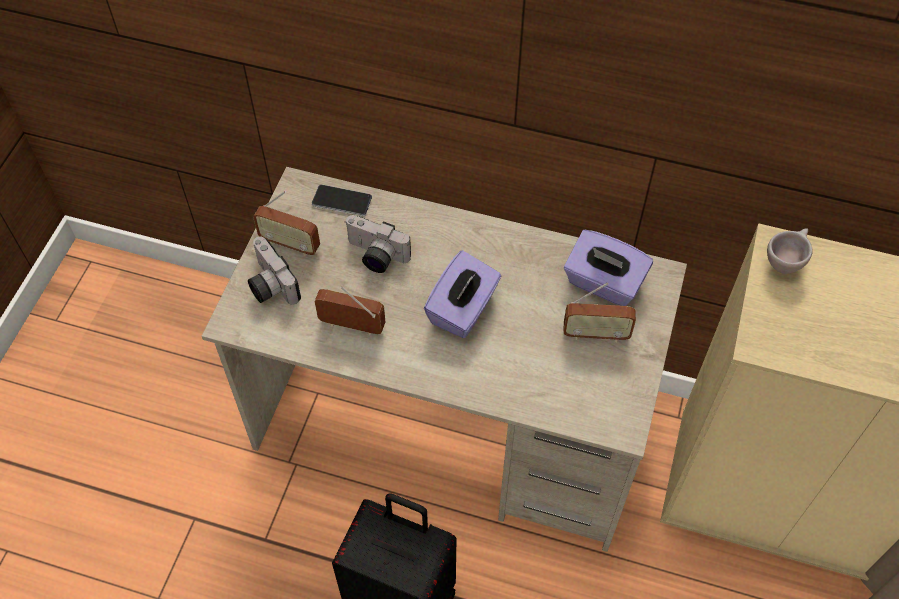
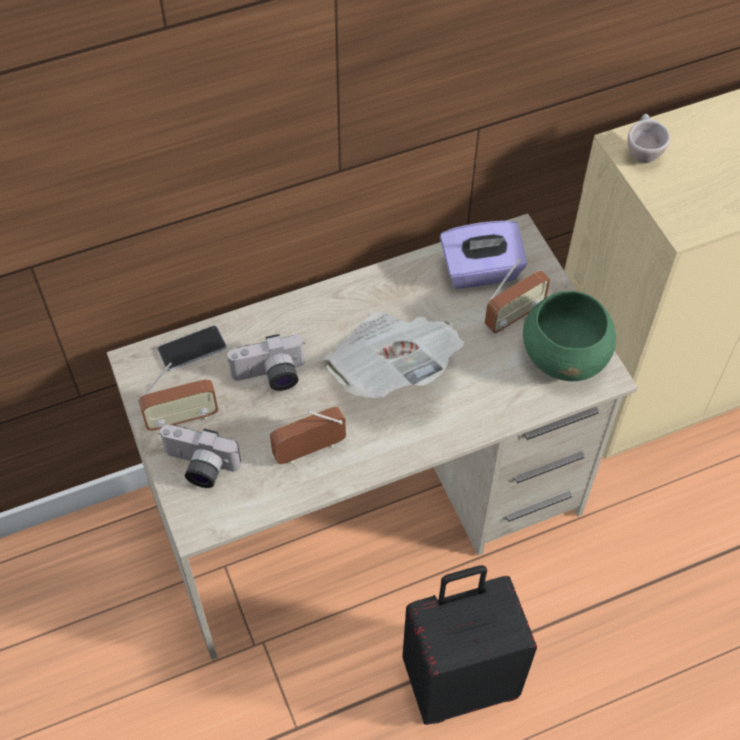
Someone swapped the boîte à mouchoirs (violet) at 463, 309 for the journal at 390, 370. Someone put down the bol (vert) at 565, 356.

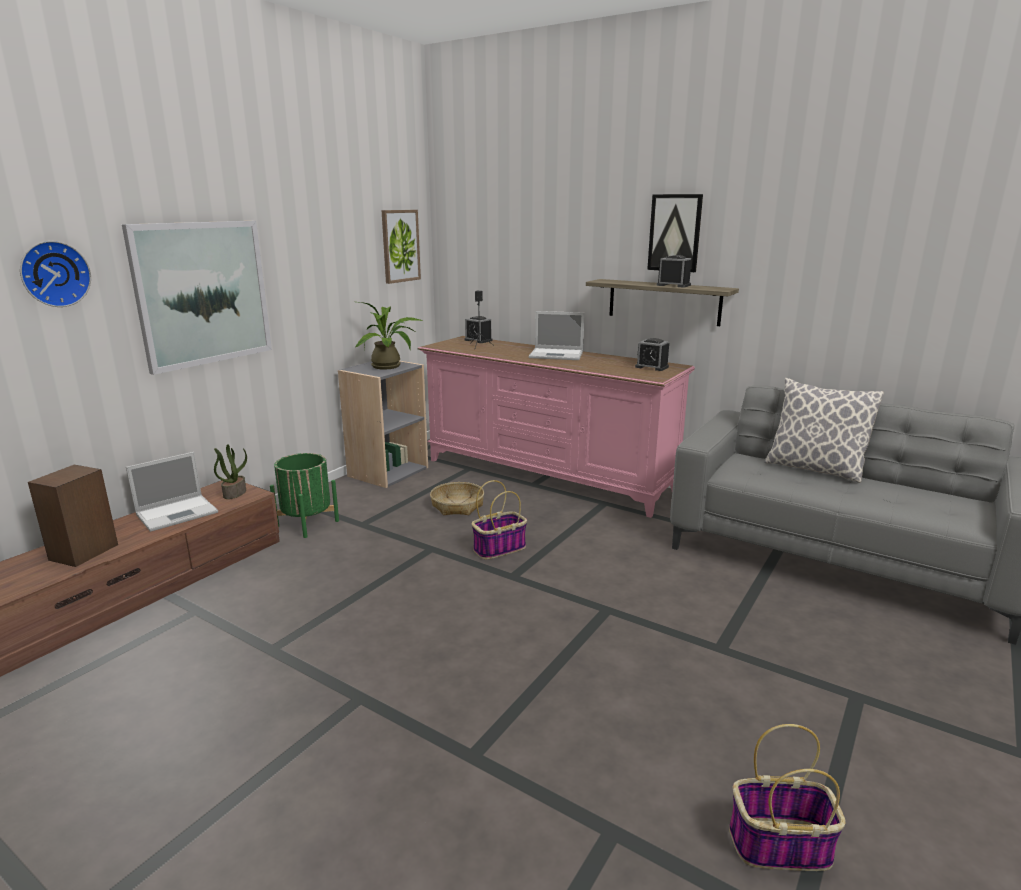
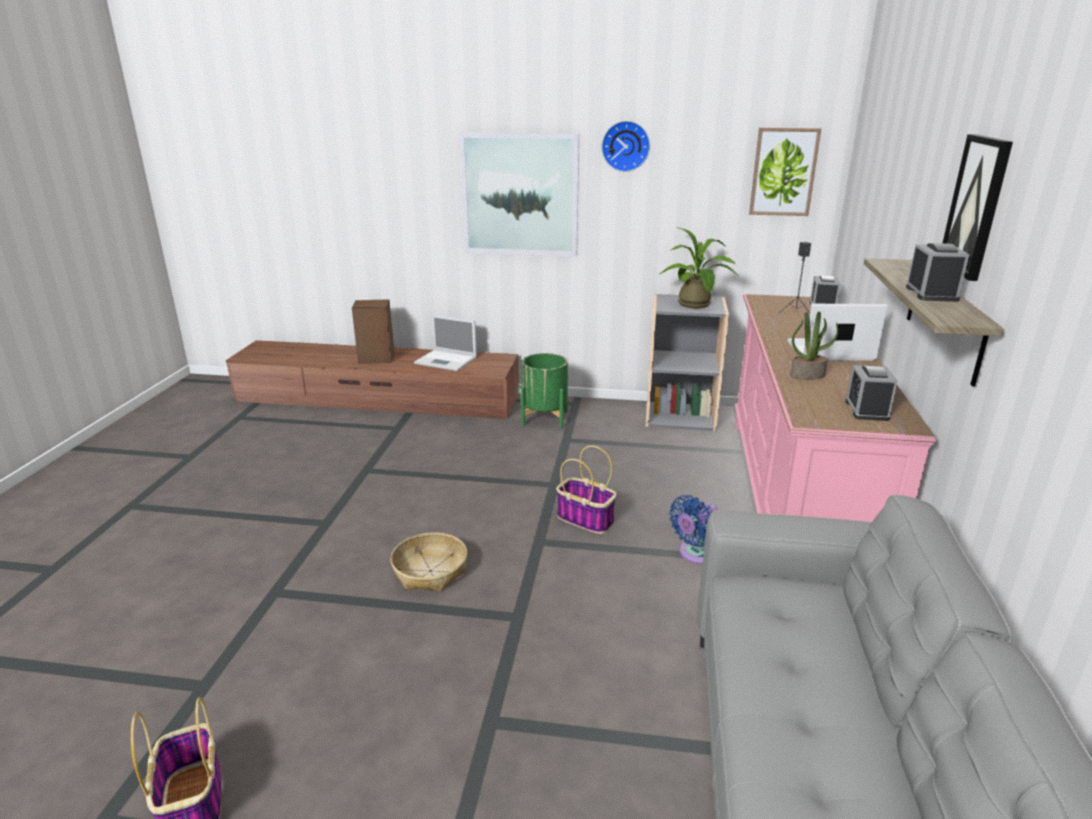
Someone carried the horloge murale from 54, 274 to 625, 146. Someone rotated the ordinateur portable at 557, 355 by 105 degrees clockwise. Someone took away the coussin at 814, 469. Someone carried the plante en pot from 234, 493 to 807, 375. Someone carried the panier from 457, 506 to 430, 571. Someone put down the ventilateur (bleu) at 695, 554.

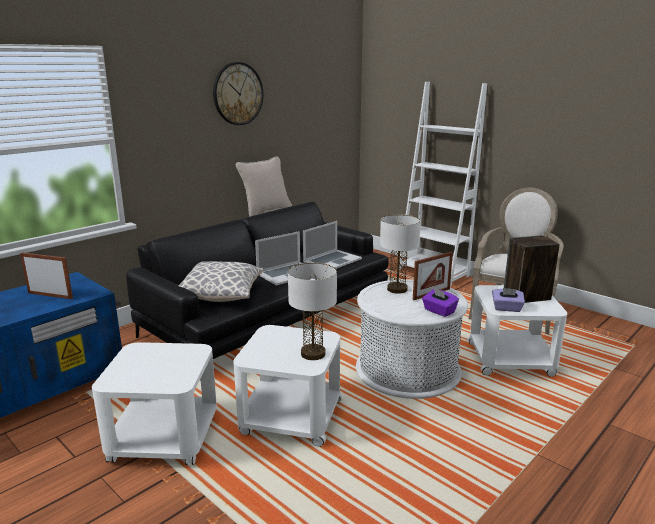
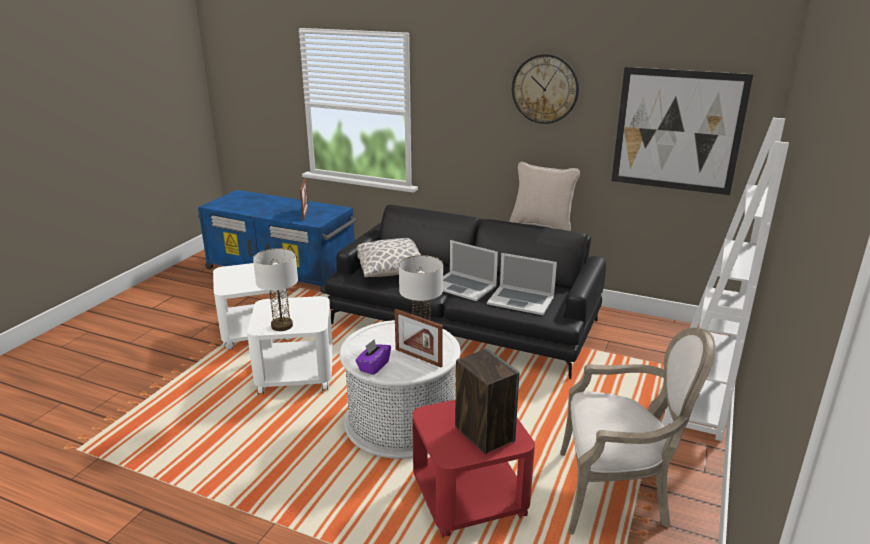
Someone repainted the table d'appoint (blanc) at 511, 359, which became the table d'appoint (rouge) at 469, 497. Someone took away the boîte à mouchoirs (violet) at 507, 308. Someone put up the tableau at 677, 131.

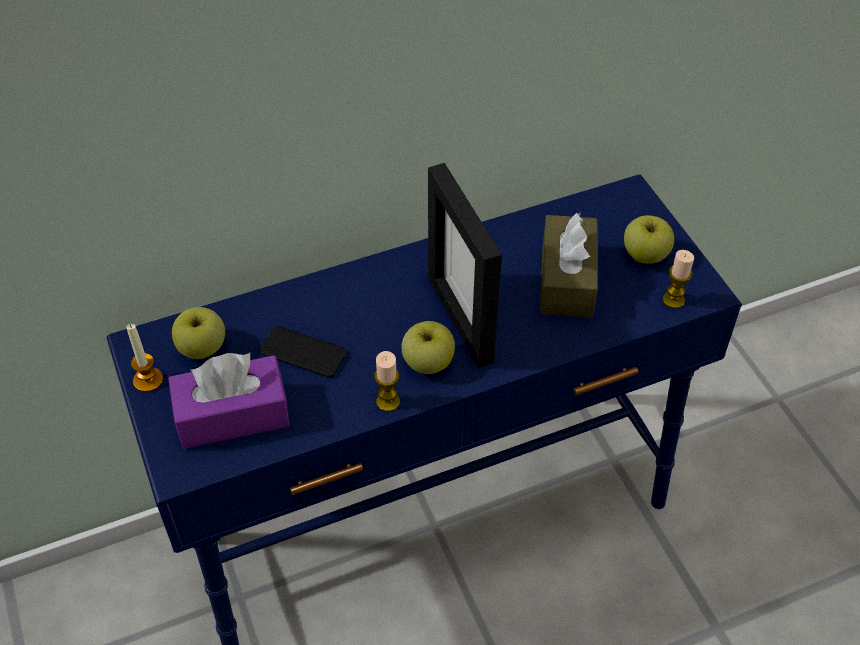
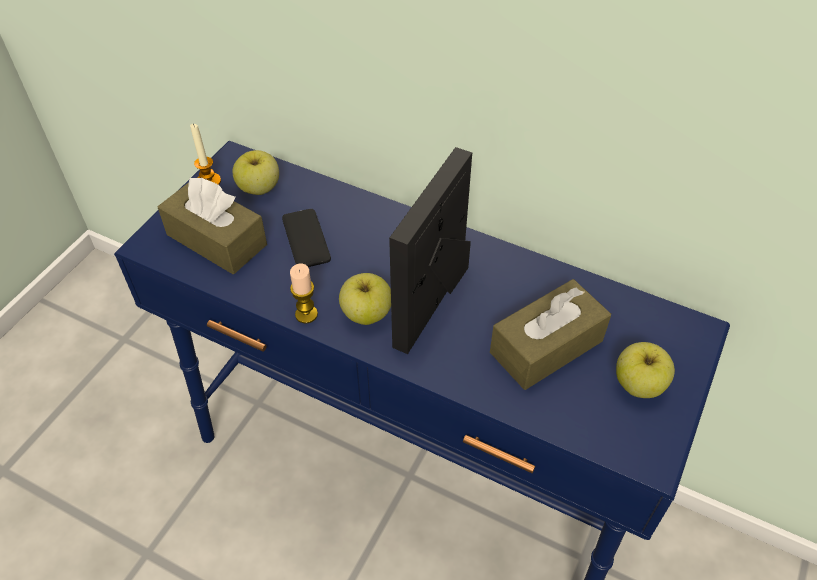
Someone took away the bougie at 673, 300. Someone repainted the boîte à mouchoirs (violet) at 232, 415, which became the boîte à mouchoirs (marron) at 216, 240.

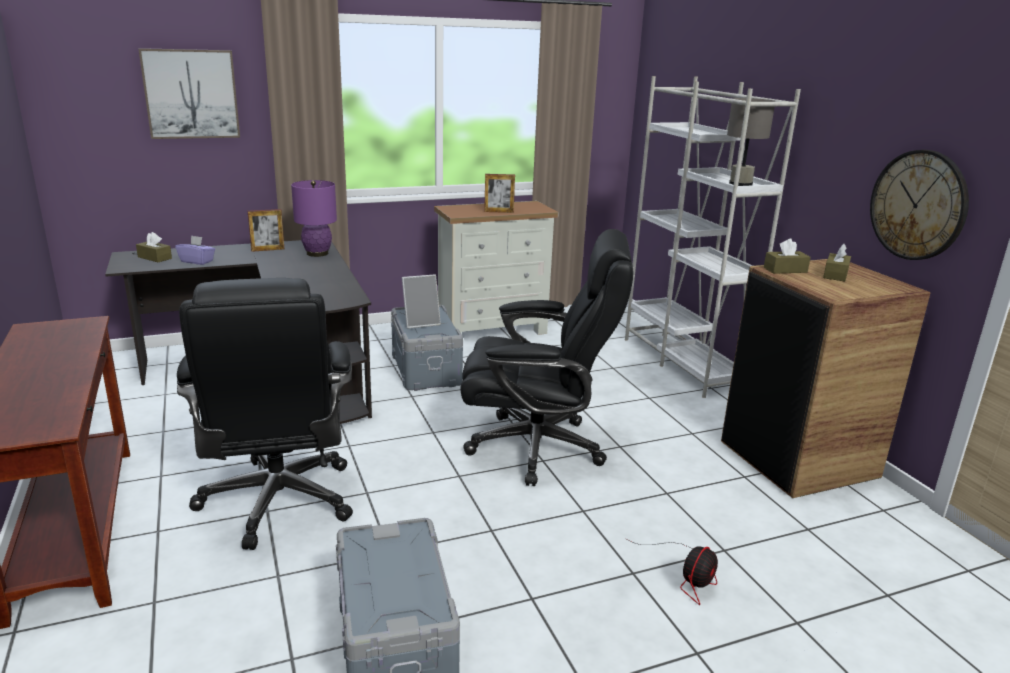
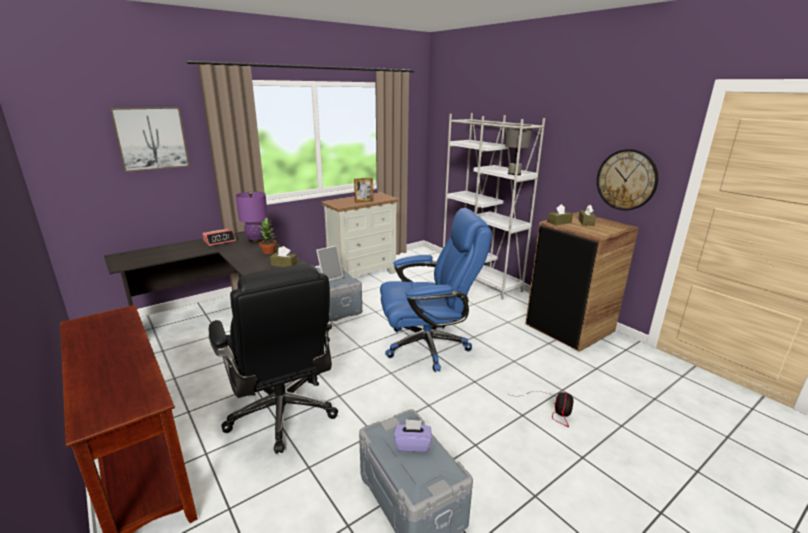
Someone swapped the cadre photo at 268, 249 for the réveil at 220, 241. Someone repainted the chaise de bureau (noir) at 536, 448, which became the chaise de bureau (bleu) at 427, 346. Someone carried the boîte à mouchoirs (marron) from 154, 258 to 284, 264. Someone carried the boîte à mouchoirs (violet) from 197, 261 to 412, 444. Someone put down the plante en pot at 269, 251.

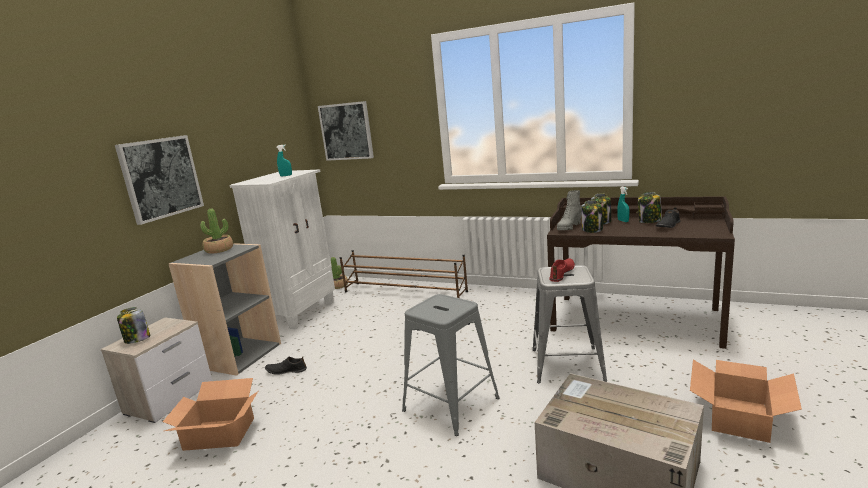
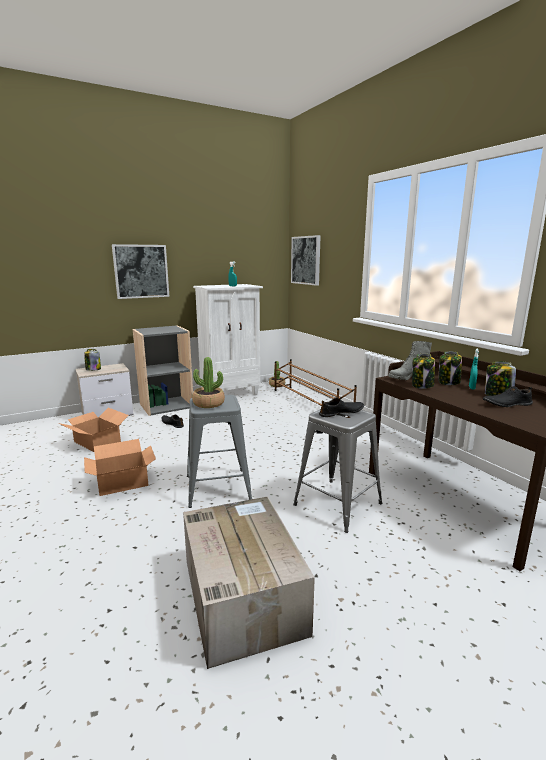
Someone carried the plante en pot from 219, 250 to 208, 403. Someone repainted the chaussure (rouge) at 562, 273, which became the chaussure (noir) at 341, 413. Someone carried the carton from 740, 417 to 123, 482.

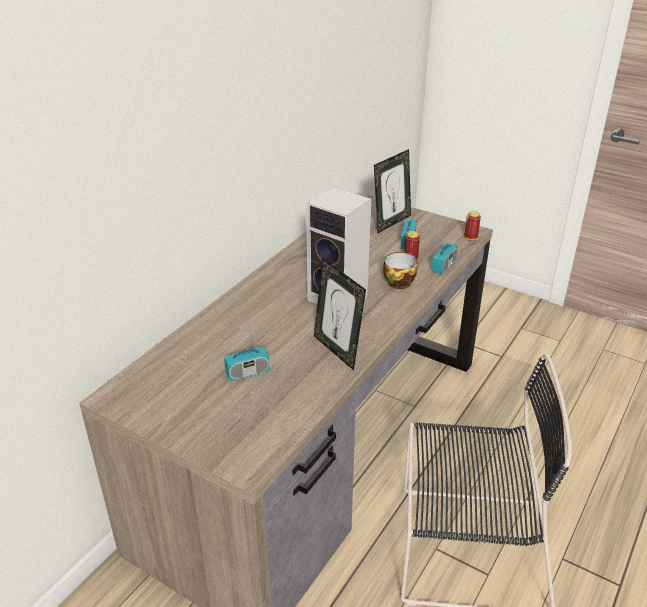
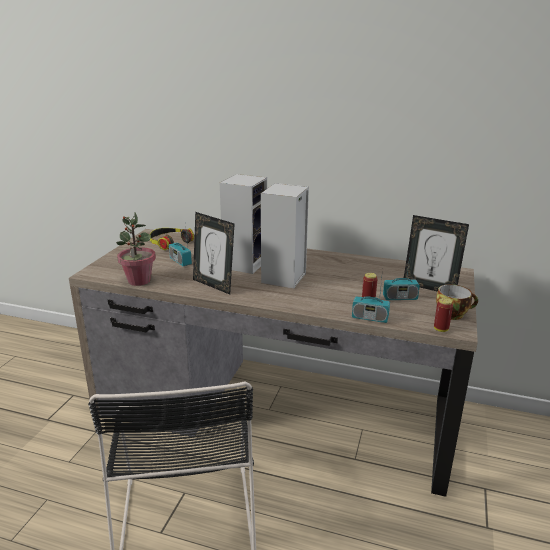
Someone carried the tasse from 398, 281 to 453, 314. Someone rotated the cadre photo at 337, 350 by 90 degrees counterclockwise. Someone put down the enceinte at 245, 263. Someone put down the plante en pot at 139, 281. Someone put down the casque audio at 169, 242.

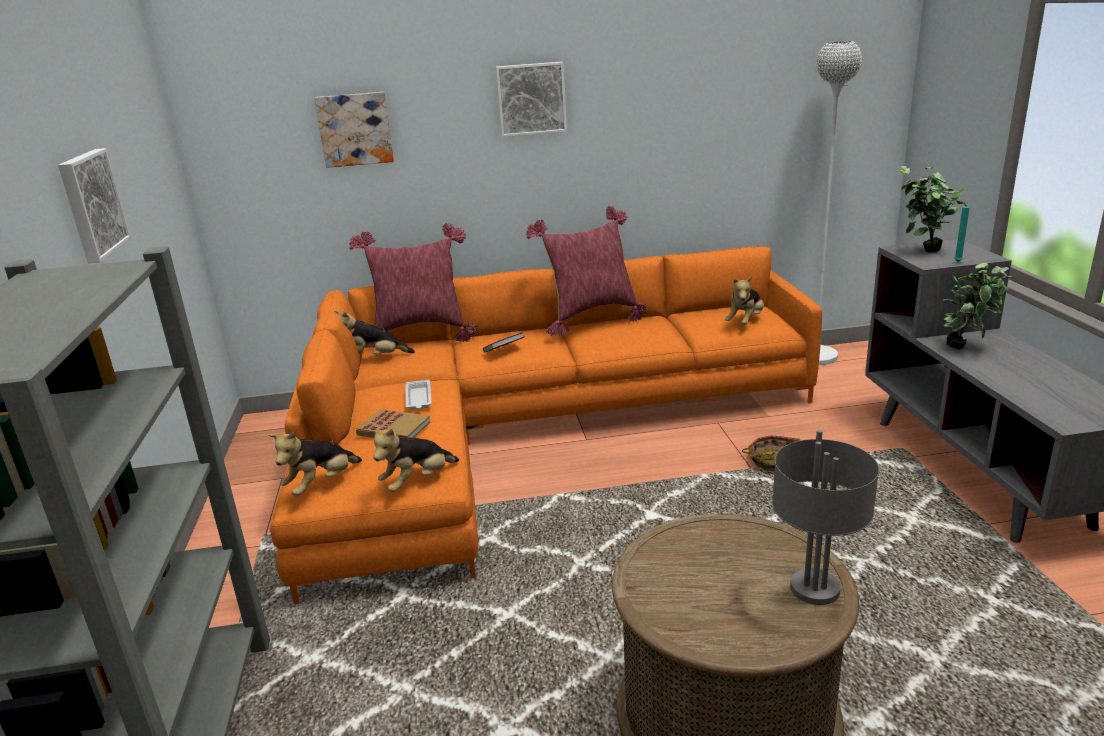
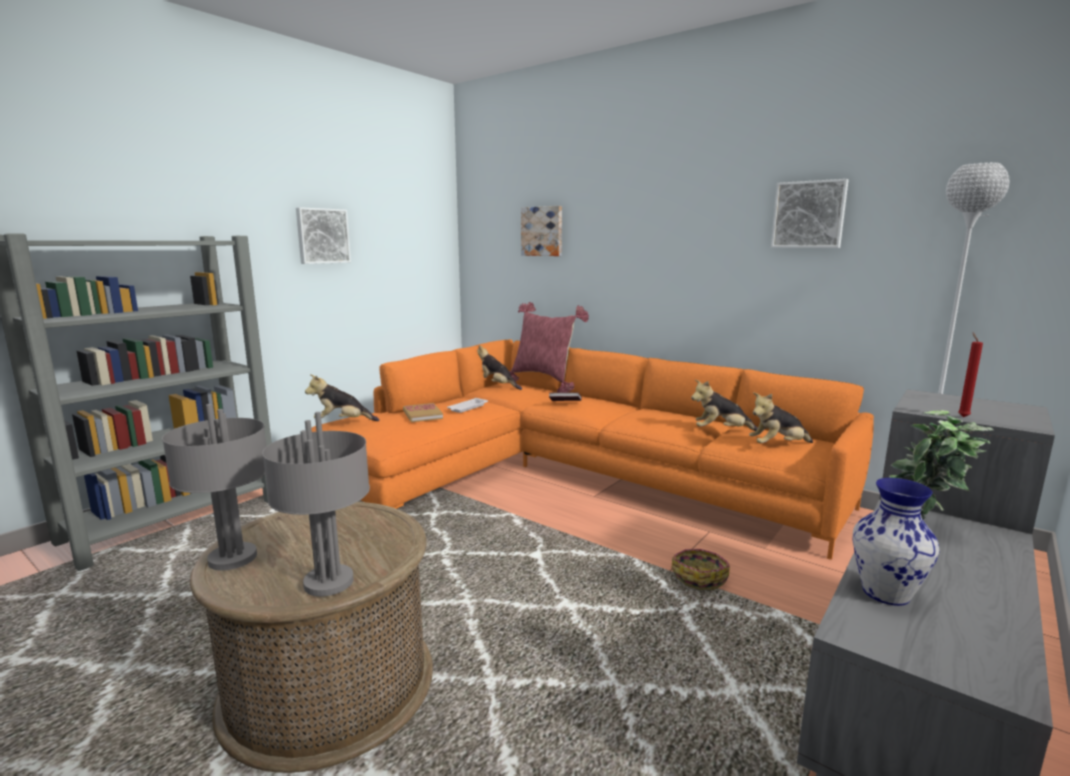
Someone carried the tableau from 531, 99 to 809, 215. Someone took away the plante en pot at 923, 252. Someone repainted the bougie (turquoise) at 956, 261, which became the bougie (rouge) at 962, 416. Someone took away the coussin (rouge) at 589, 324. Someone carried the peluche from 417, 482 to 721, 431. Someone put down the lampe de table (gris) at 231, 558. Someone put down the vase at 884, 593.

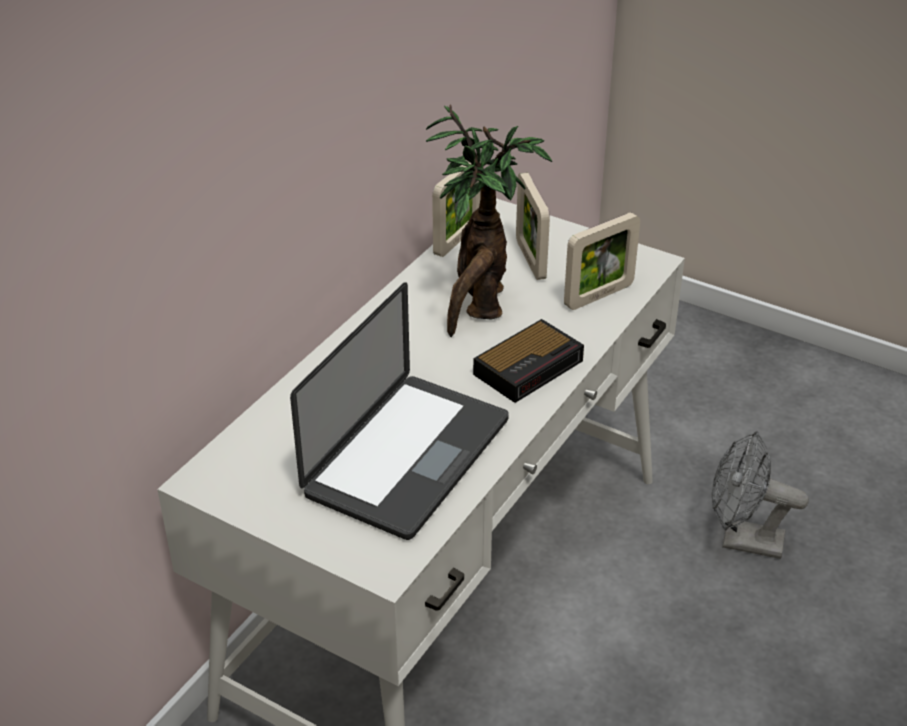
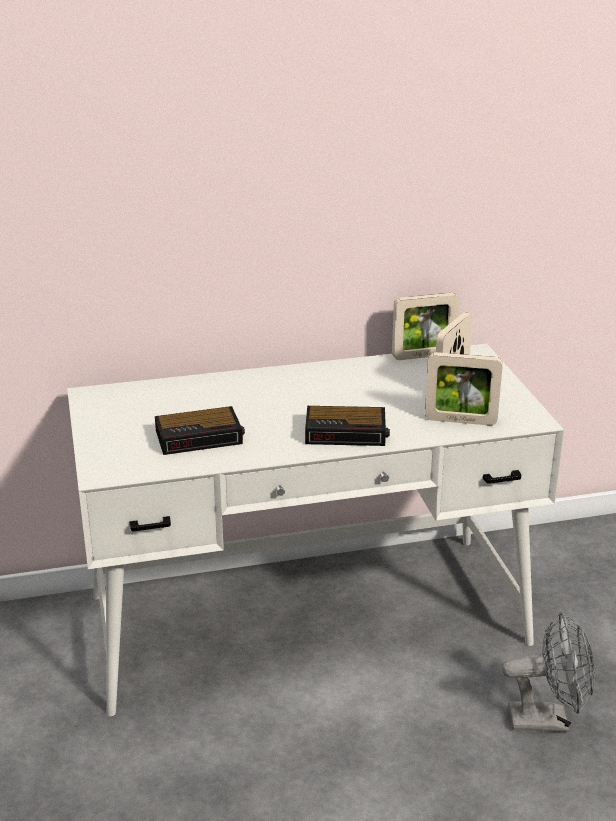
Someone took away the plante en pot at 479, 308. Someone swapped the ordinateur portable at 408, 457 for the réveil at 201, 437. Someone rotated the ventilateur (gris) at 742, 541 by 120 degrees clockwise.

